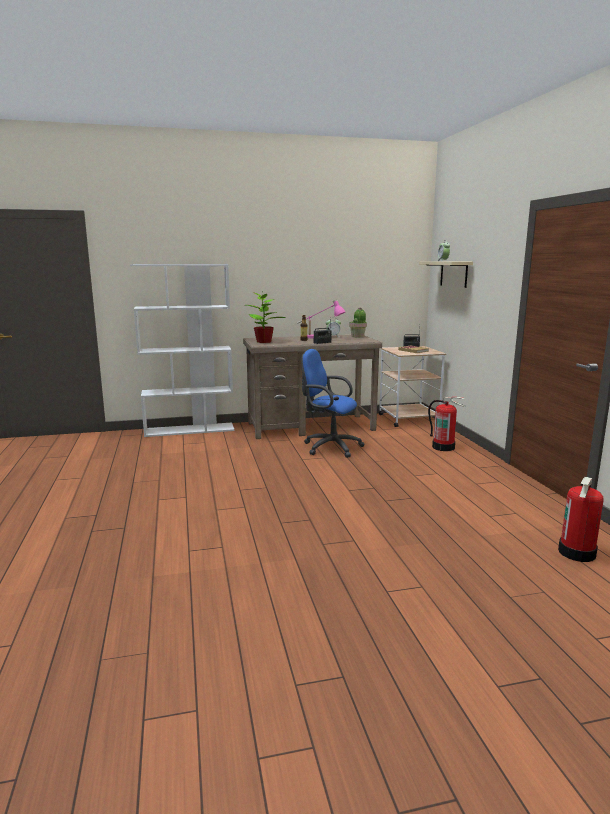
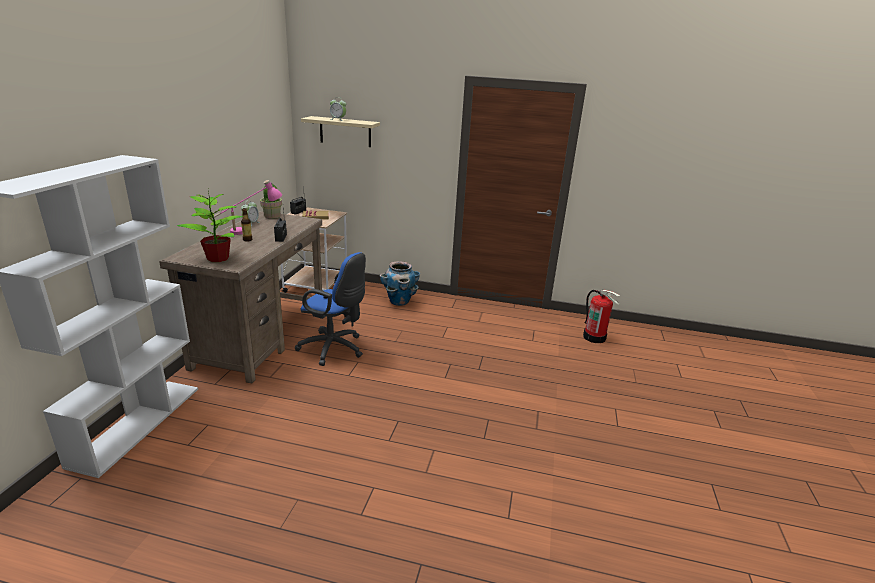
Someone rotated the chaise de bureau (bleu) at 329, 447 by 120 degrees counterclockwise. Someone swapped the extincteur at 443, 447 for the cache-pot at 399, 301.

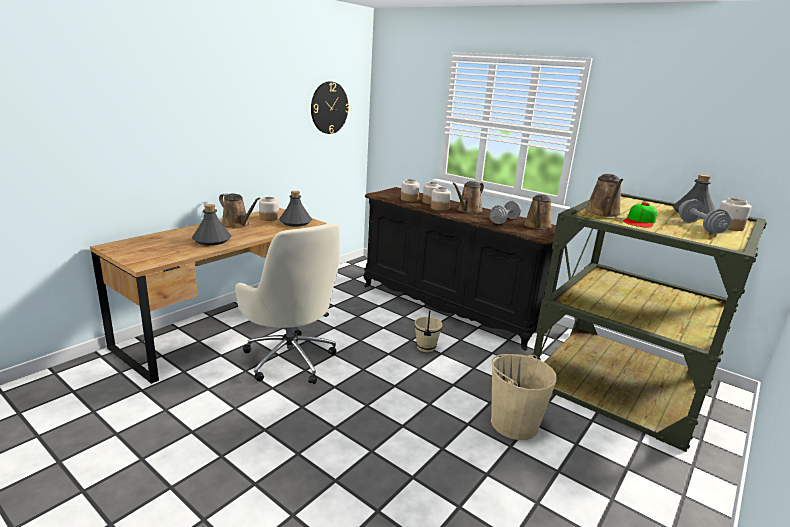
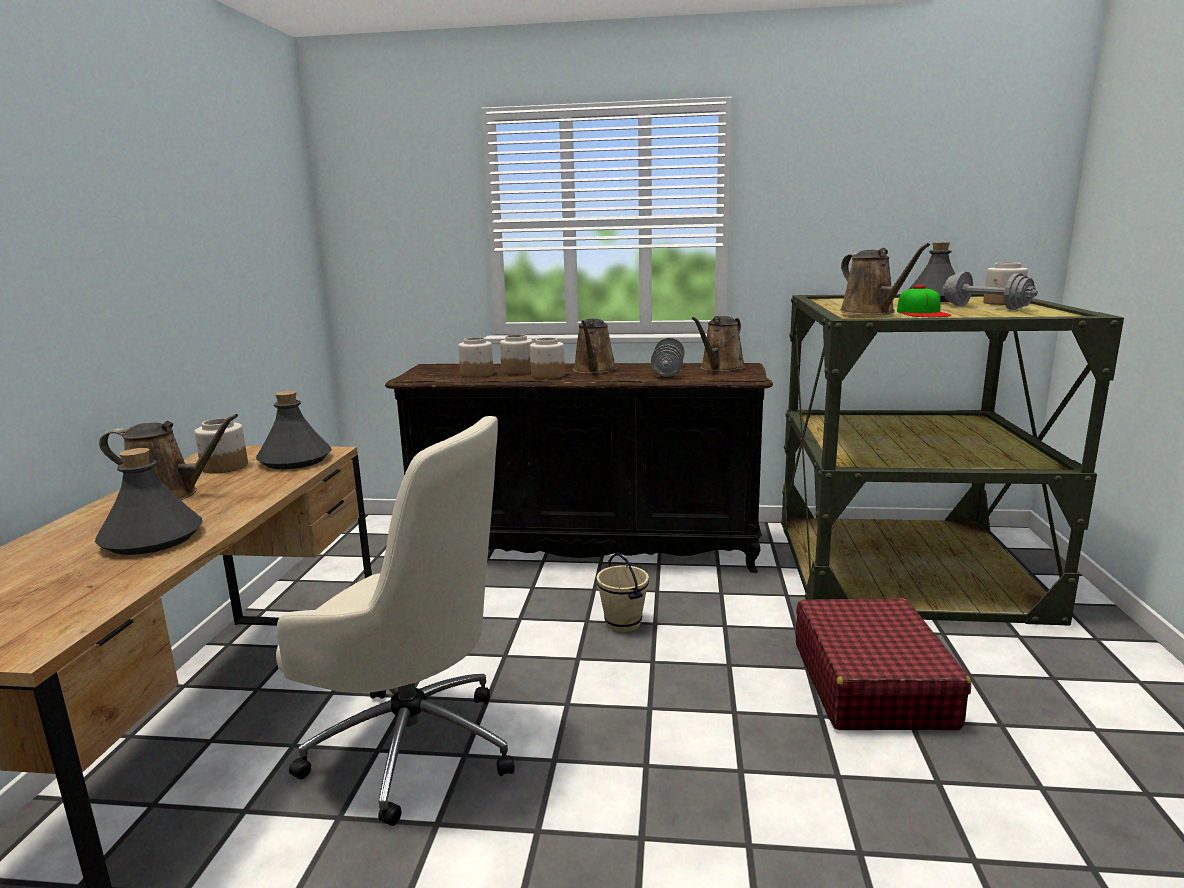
Someone took away the horloge murale at 329, 108. Someone rotated the arrosoir (marron) at 537, 226 by 45 degrees clockwise. Someone swapped the seau (beige) at 513, 423 for the valise (rouge) at 871, 683.

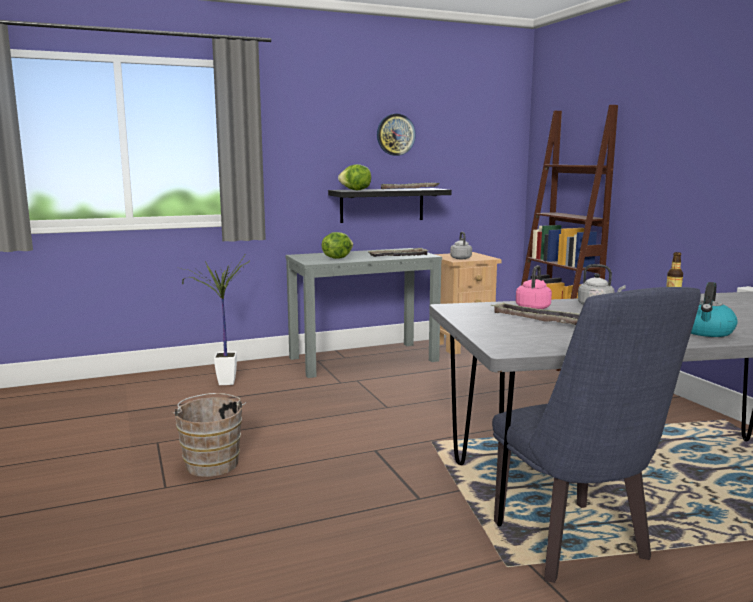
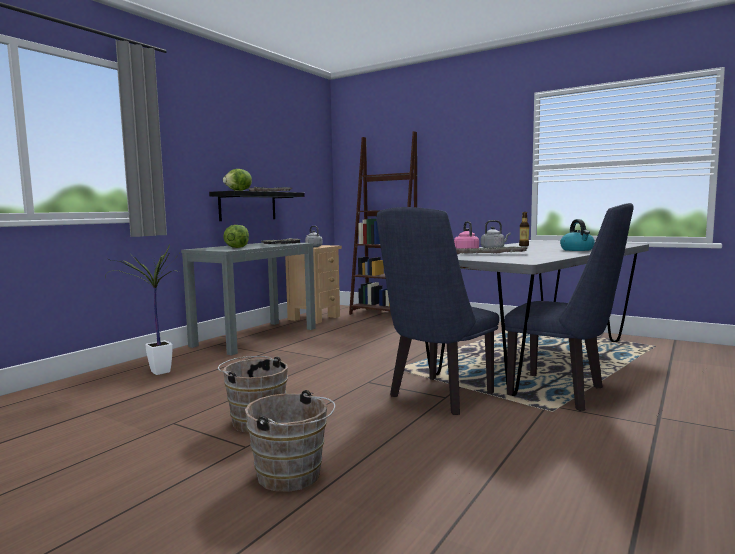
Someone took away the horloge murale at 395, 134. Someone put down the chaise (bleu) at 437, 397. Someone put down the seau (marron) at 293, 476.

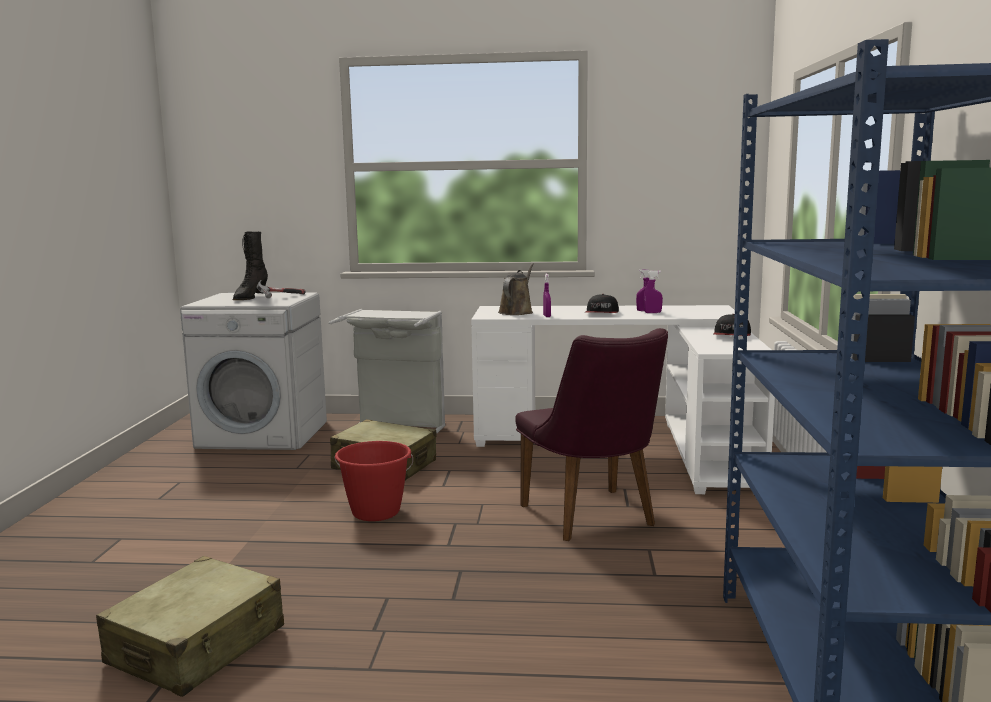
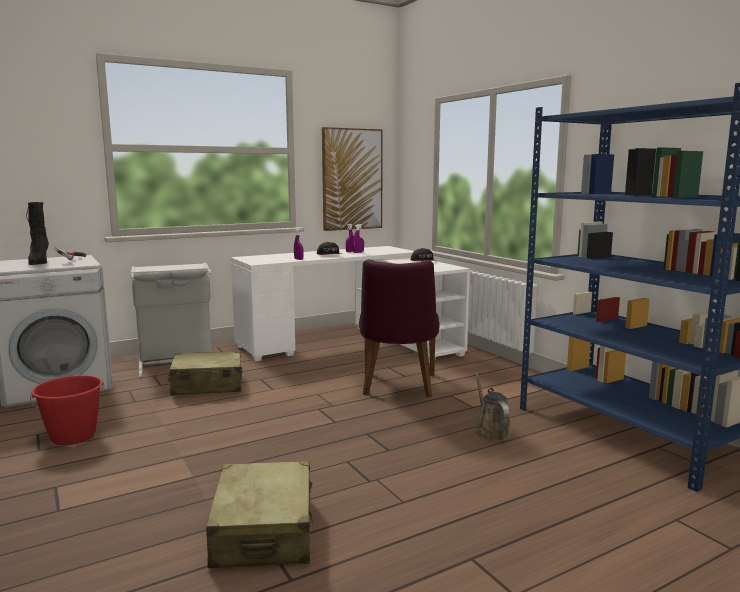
Someone carried the arrosoir (marron) from 517, 312 to 491, 431. Someone rotated the chaise (violet) at 594, 519 by 60 degrees clockwise. Someone carried the seau (rouge) from 375, 512 to 73, 437. Someone put up the tableau at 352, 179.

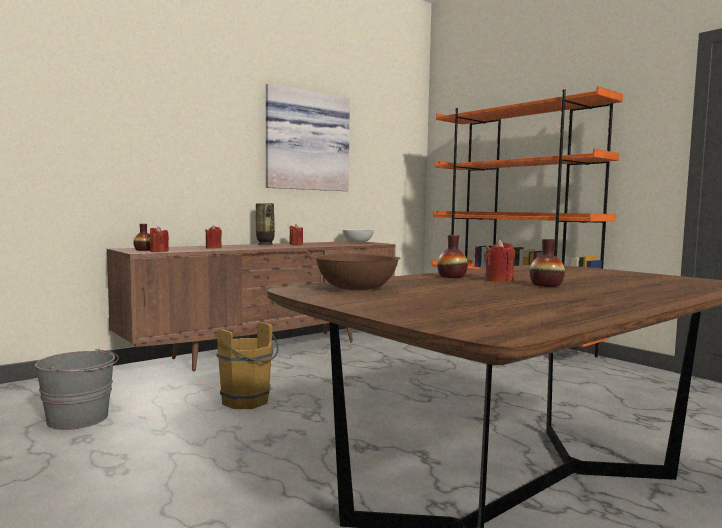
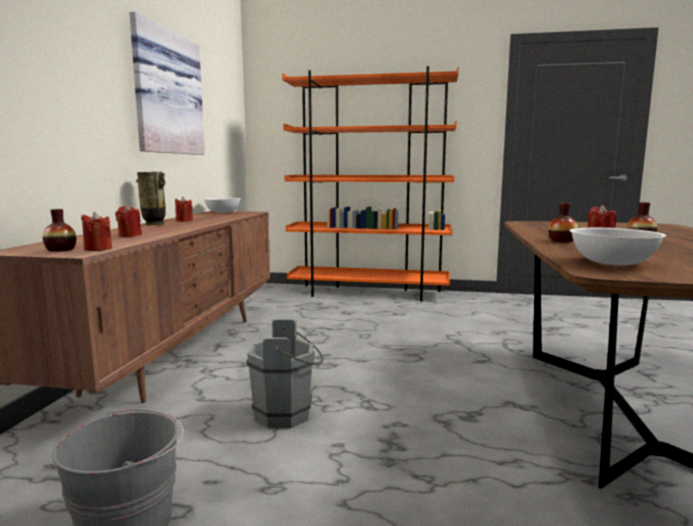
Someone repainted the bol (marron) at 357, 288, which became the bol (blanc) at 613, 263. Someone repainted the seau (marron) at 248, 402, which became the seau (gris) at 287, 415.

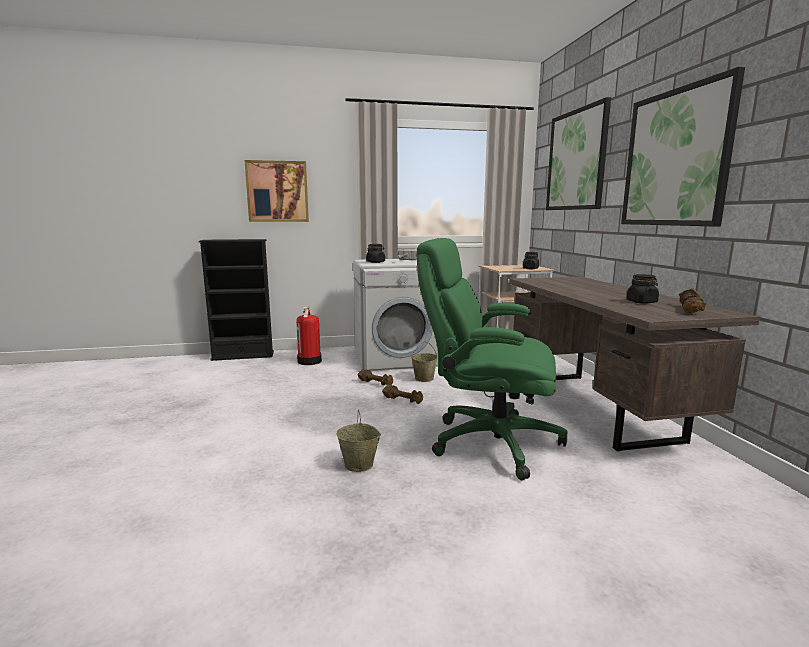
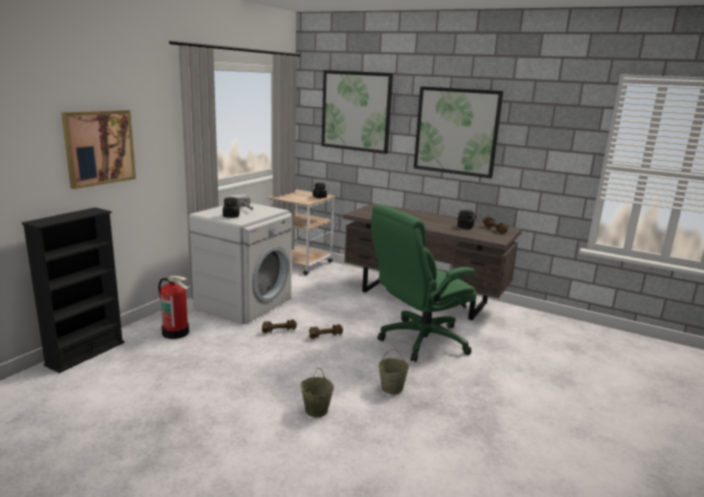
Someone carried the seau (beige) from 424, 378 to 316, 410.

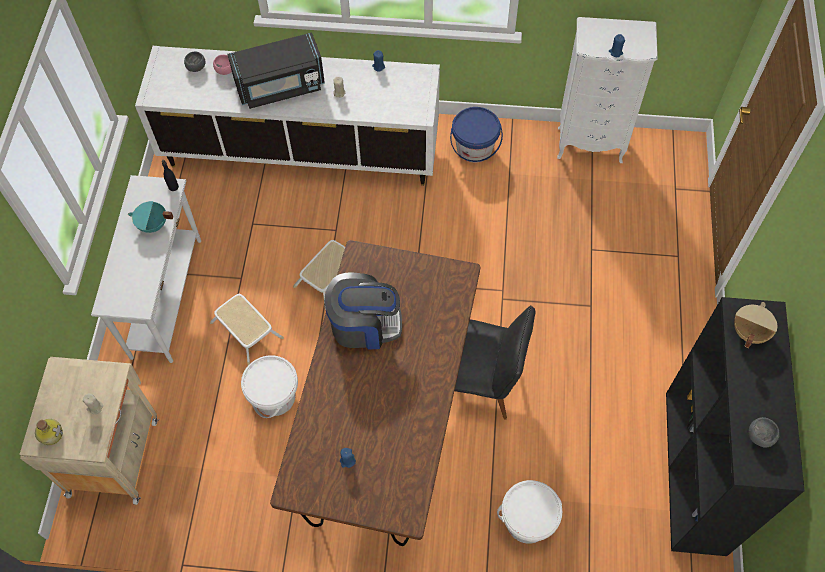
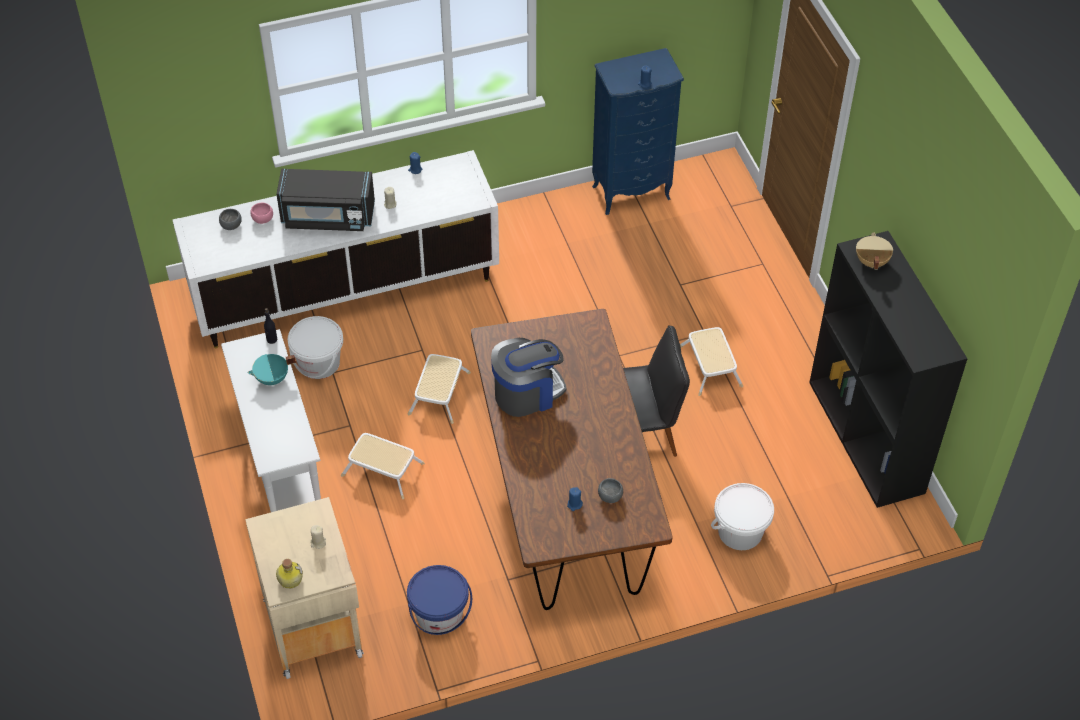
Someone repainted the commode (blanc) at 590, 147, which became the commode (bleu) at 632, 194. Someone rotated the micro-ondes (noir) at 280, 86 by 45 degrees clockwise. Someone carried the seau (bleu) from 474, 148 to 439, 614. Someone carried the seau (blanc) from 274, 397 to 319, 363. Someone carried the bol (gris) from 759, 436 to 609, 497. Someone put down the escabeau (beige) at 711, 366.

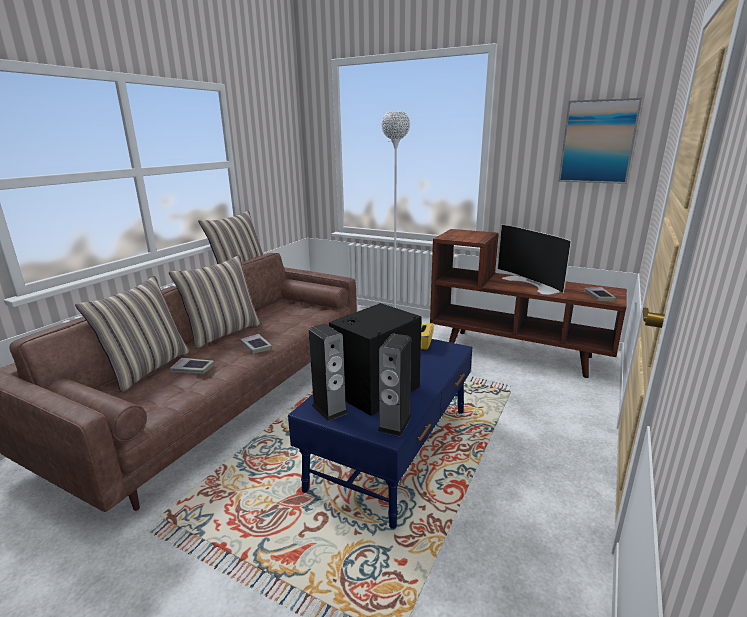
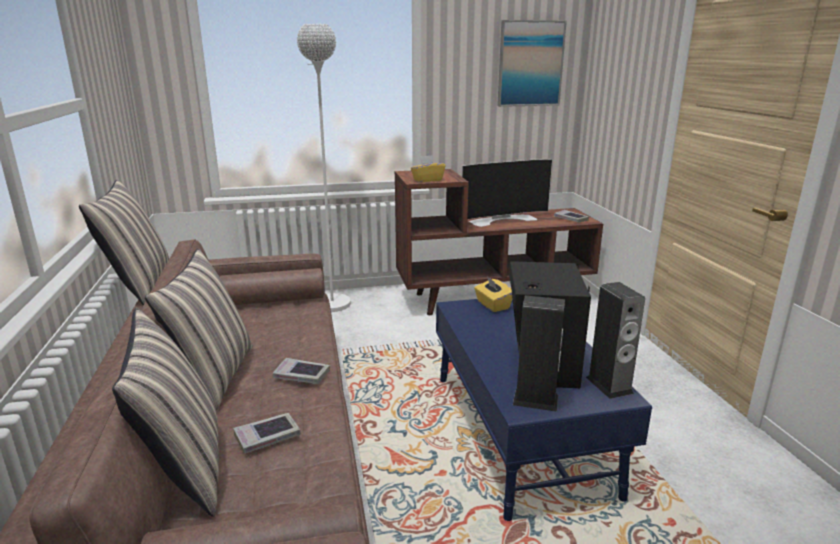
Someone rotated the téléviseur at 532, 284 by 45 degrees counterclockwise. Someone put down the boîte à mouchoirs (jaune) at 427, 180.

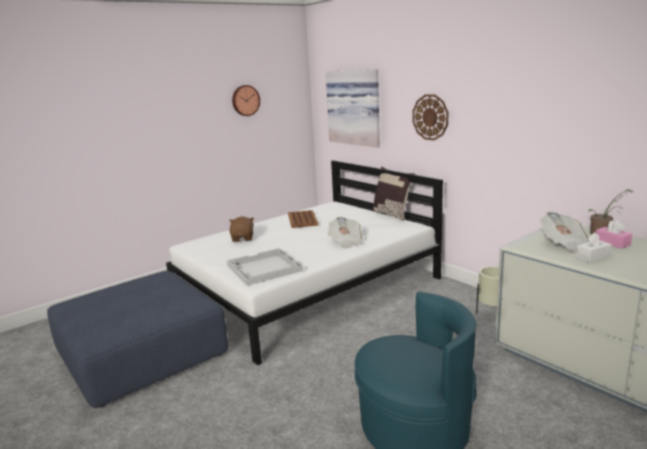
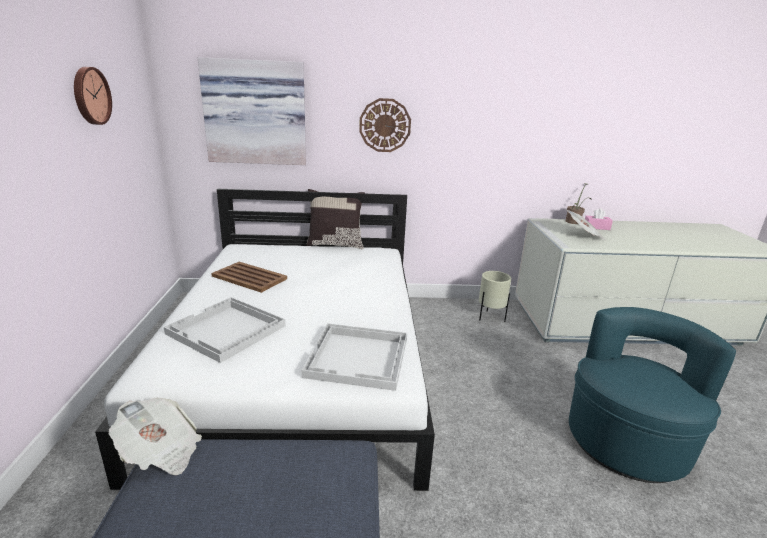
Someone swapped the peluche (marron) at 243, 238 for the plateau (blanc) at 226, 330. Someone carried the journal from 345, 242 to 160, 452. Someone took away the boîte à mouchoirs (blanc) at 592, 257.

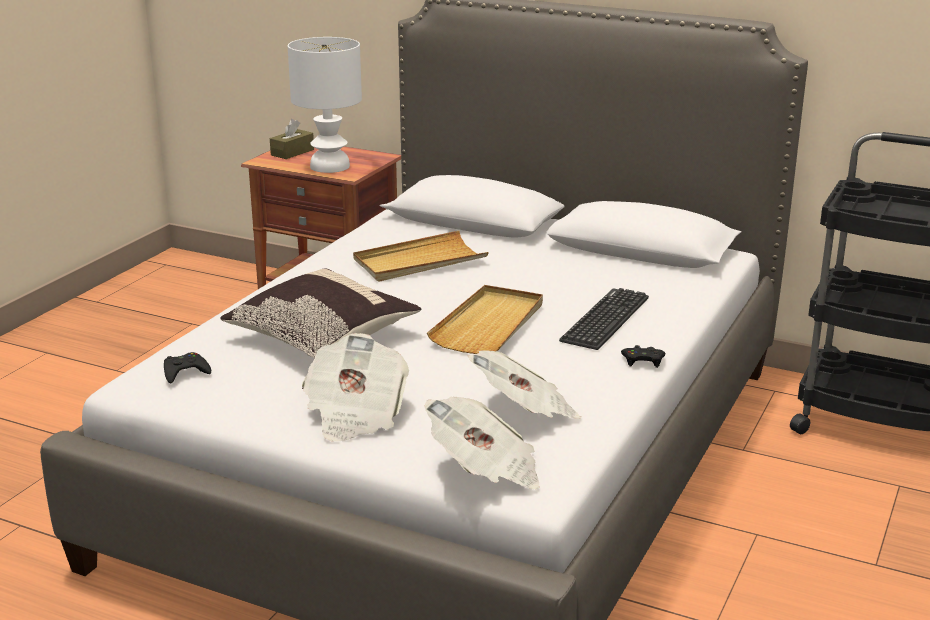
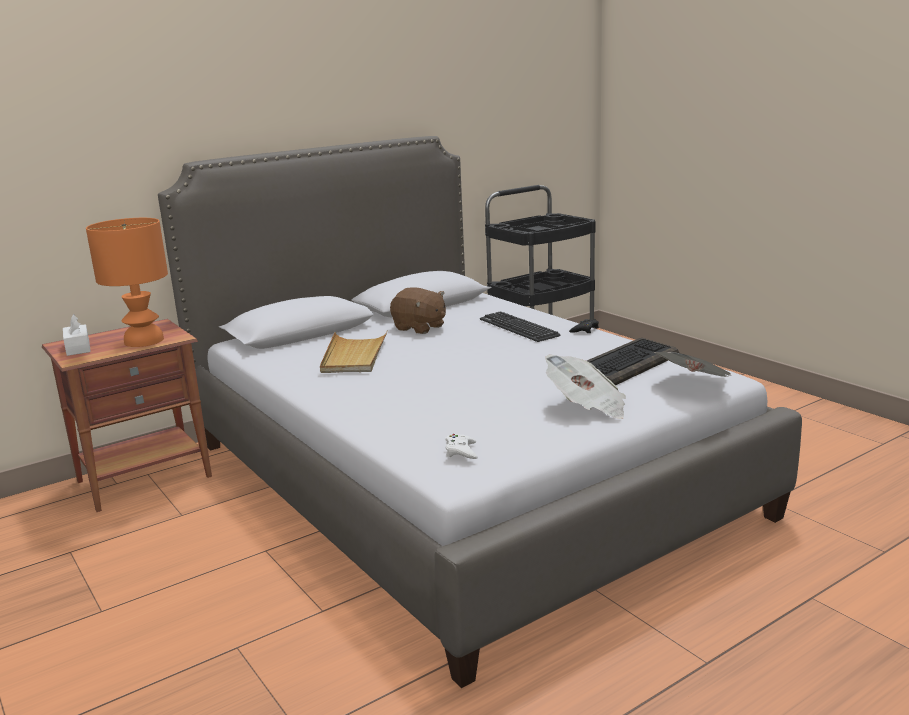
Someone repainted the lampe de table (blanc) at 329, 166, which became the lampe de table (orange) at 143, 341. Someone repainted the boîte à mouchoirs (marron) at 292, 152, which became the boîte à mouchoirs (blanc) at 78, 348. Someone took away the coussin at 322, 336. Someone took away the plateau (beige) at 489, 324. Someone swapped the journal at 525, 412 for the clavier at 625, 364. Someone repainted the manette (noir) at 185, 372, which became the manette (blanc) at 461, 451. Someone put down the peluche (marron) at 419, 328.

